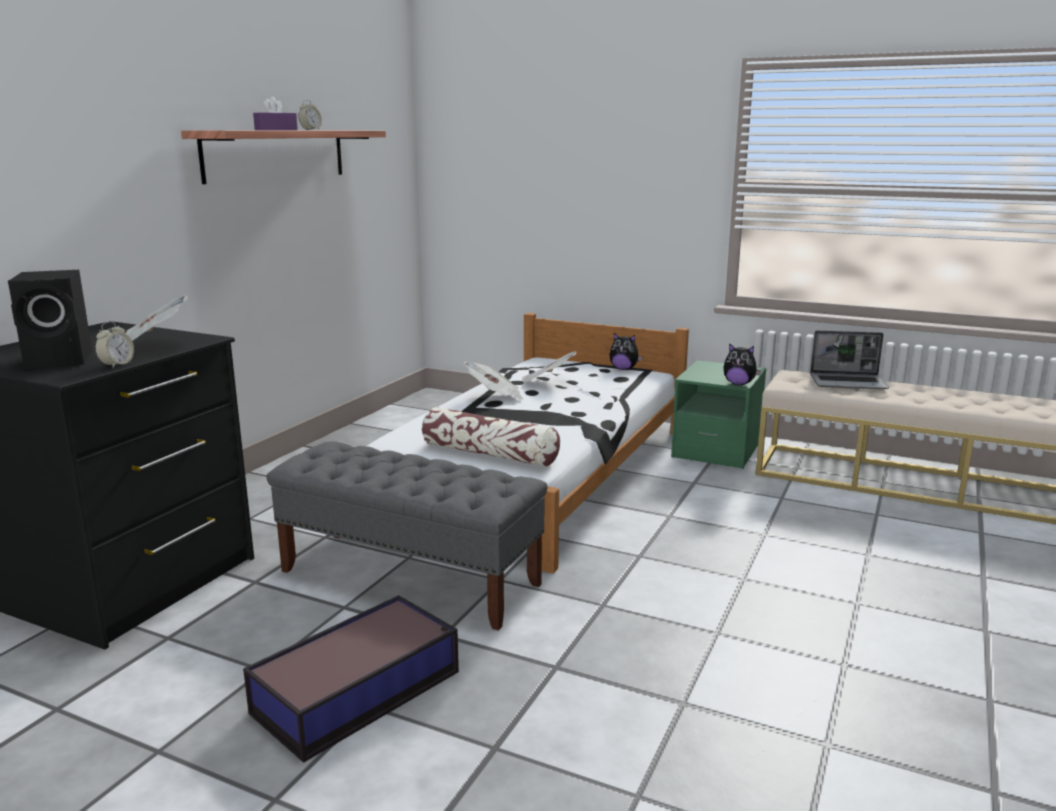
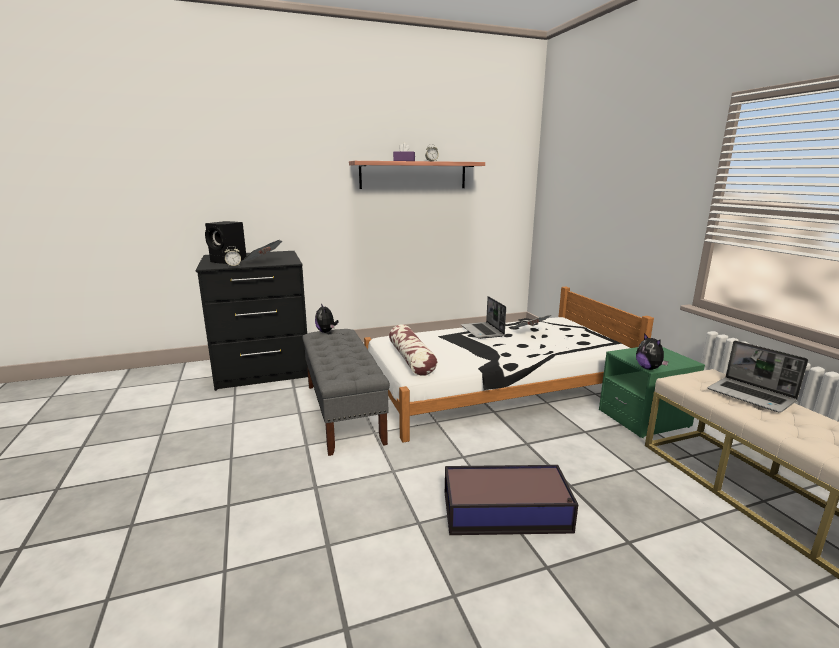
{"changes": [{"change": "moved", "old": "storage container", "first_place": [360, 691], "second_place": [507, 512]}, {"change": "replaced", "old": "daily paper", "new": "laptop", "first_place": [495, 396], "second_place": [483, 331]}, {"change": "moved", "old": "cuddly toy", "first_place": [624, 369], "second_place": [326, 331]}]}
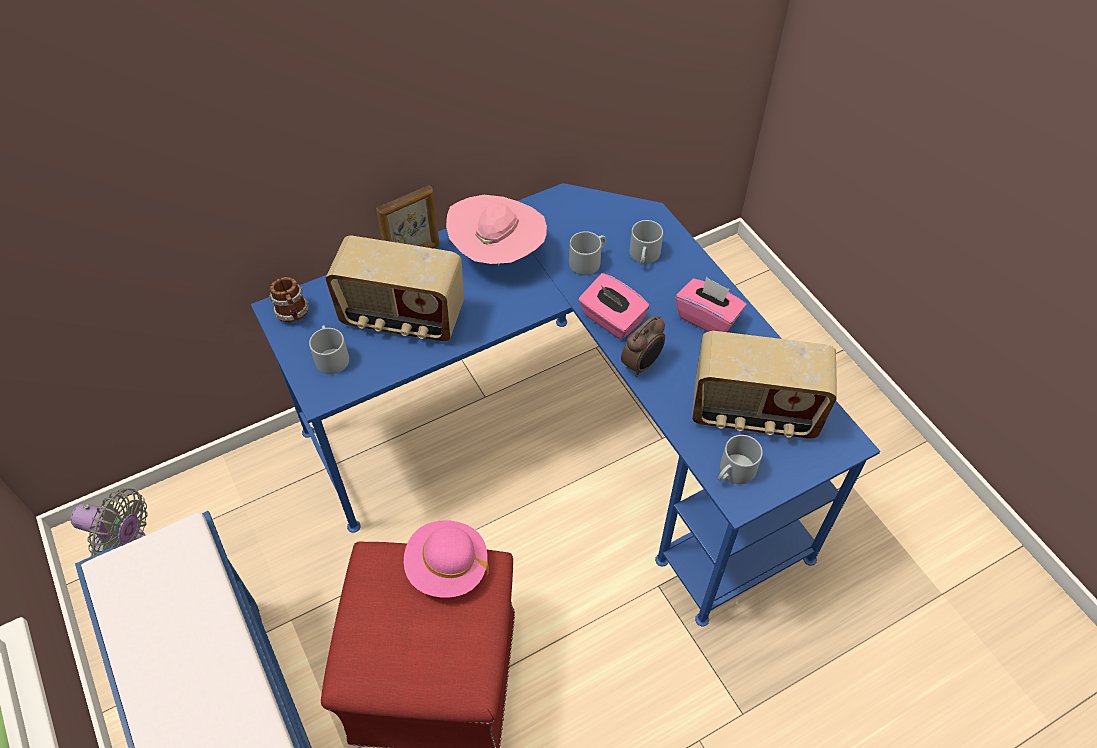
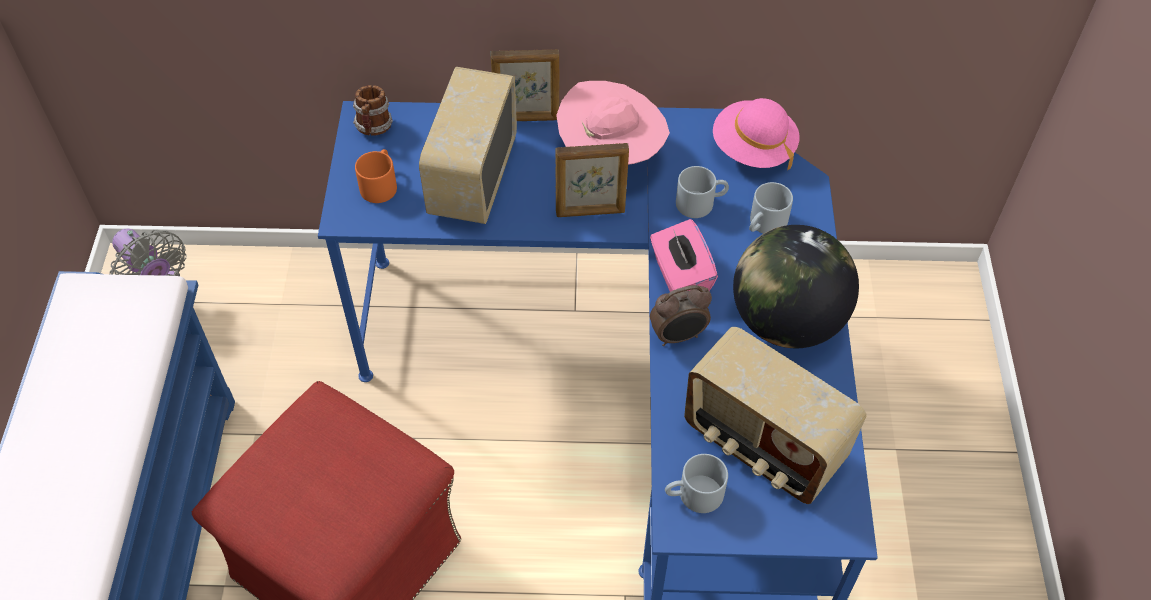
{"changes": [{"change": "recoloured", "old": "tea mug/grey", "new": "tea mug/orange-coloured", "first_place": [330, 356], "second_place": [379, 184]}, {"change": "turned", "old": "radio set", "first_place": [402, 318], "second_place": [471, 178], "degrees": 60}, {"change": "moved", "old": "hat/pinkish", "first_place": [447, 567], "second_place": [753, 149]}, {"change": "replaced", "old": "tissue box/pinkish", "new": "world globe", "first_place": [707, 318], "second_place": [786, 321]}, {"change": "added", "new": "photo frame", "second_place": [590, 212]}]}
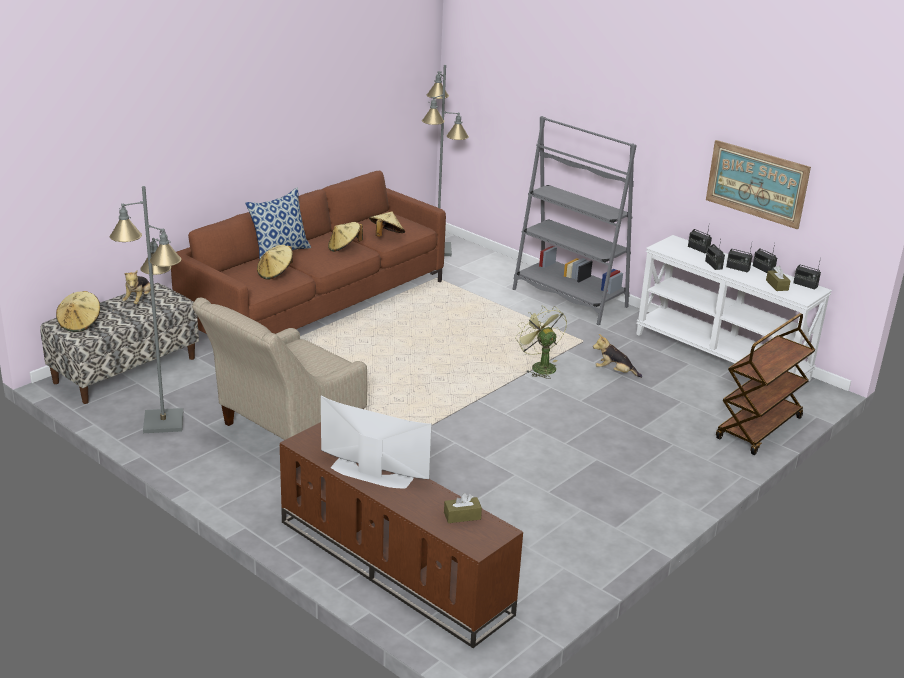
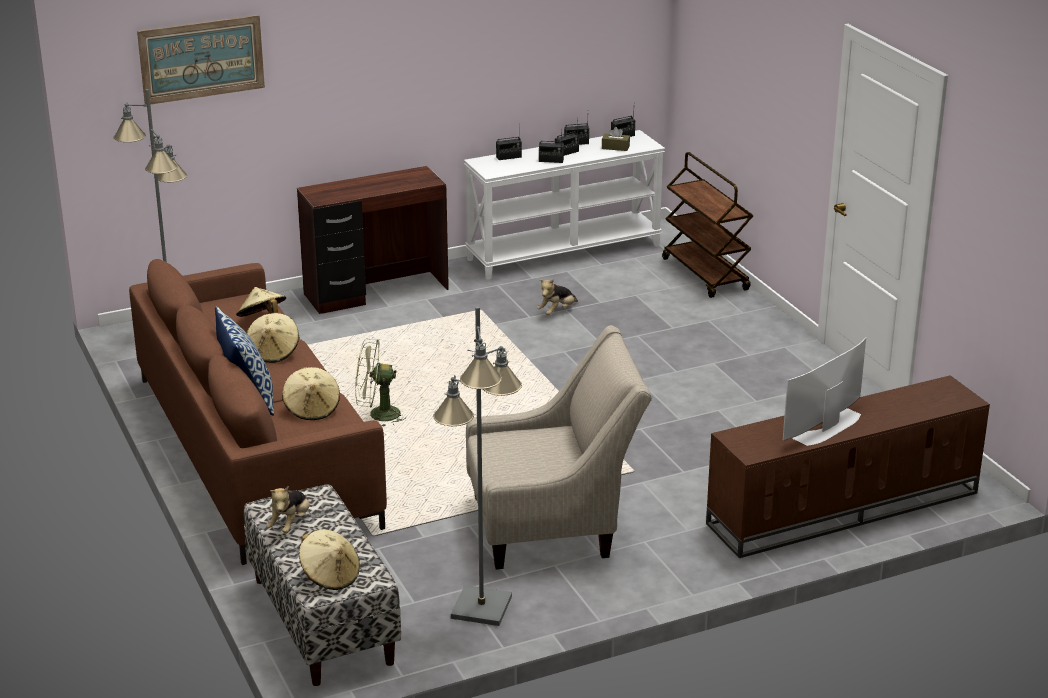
{"changes": [{"change": "turned", "old": "cuddly toy", "first_place": [139, 300], "second_place": [290, 523], "degrees": 75}, {"change": "turned", "old": "easy chair/sand-coloured", "first_place": [284, 430], "second_place": [554, 526], "degrees": -75}, {"change": "removed", "old": "tissue box/brown", "first_place": [462, 516]}, {"change": "replaced", "old": "shelving unit/grey", "new": "desk unit/brown", "first_place": [569, 298], "second_place": [377, 292]}, {"change": "moved", "old": "electric fan/green", "first_place": [539, 366], "second_place": [377, 415]}, {"change": "moved", "old": "wall picture", "first_place": [757, 183], "second_place": [201, 59]}]}
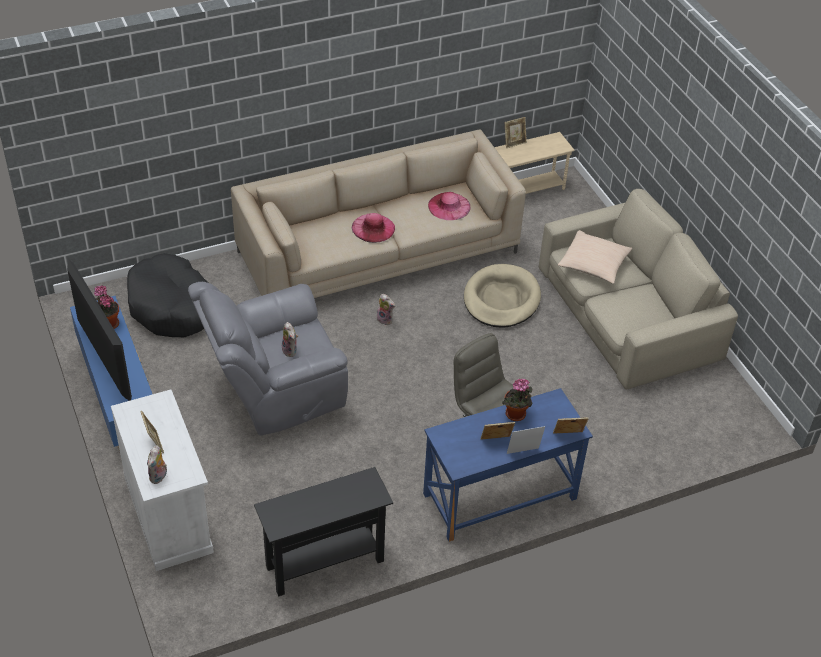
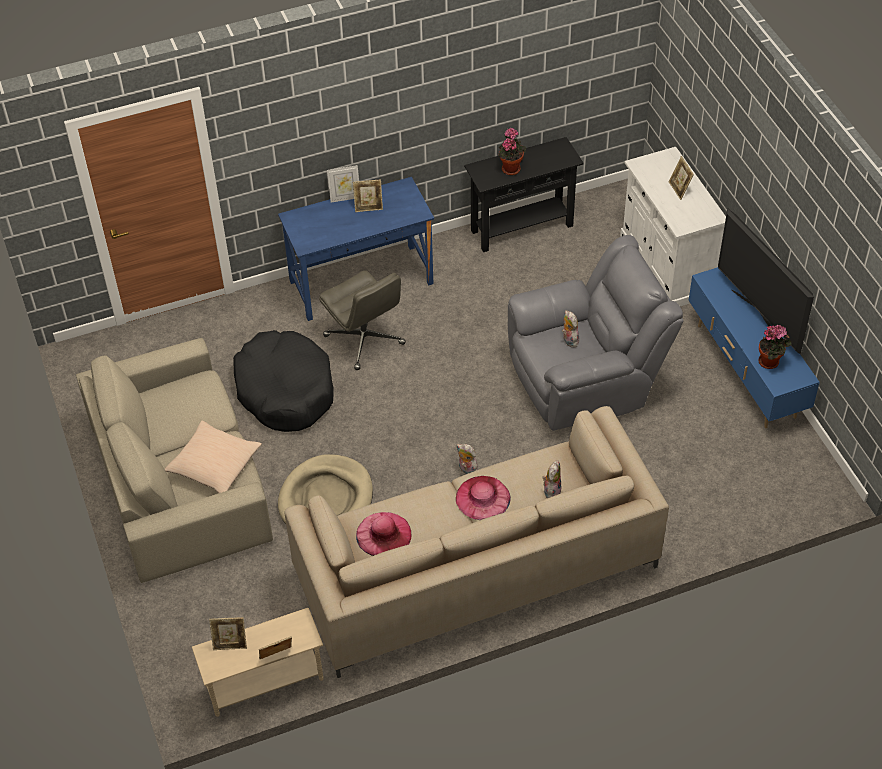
{"changes": [{"change": "moved", "old": "pet bed/black", "first_place": [172, 307], "second_place": [285, 390]}, {"change": "moved", "old": "cuddly toy", "first_place": [159, 477], "second_place": [551, 490]}, {"change": "moved", "old": "plant in a pot", "first_place": [516, 415], "second_place": [510, 168]}, {"change": "moved", "old": "photo frame", "first_place": [568, 436], "second_place": [230, 643]}]}
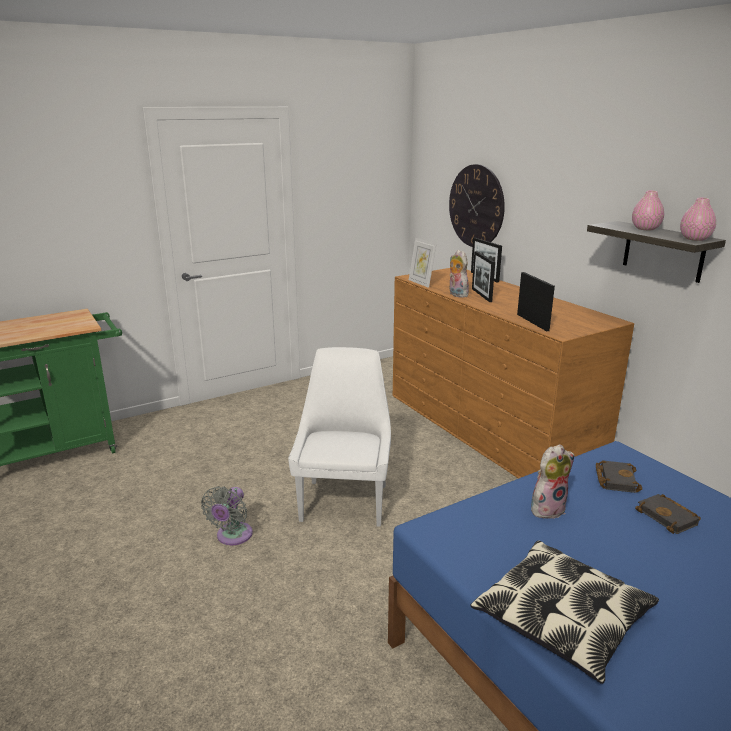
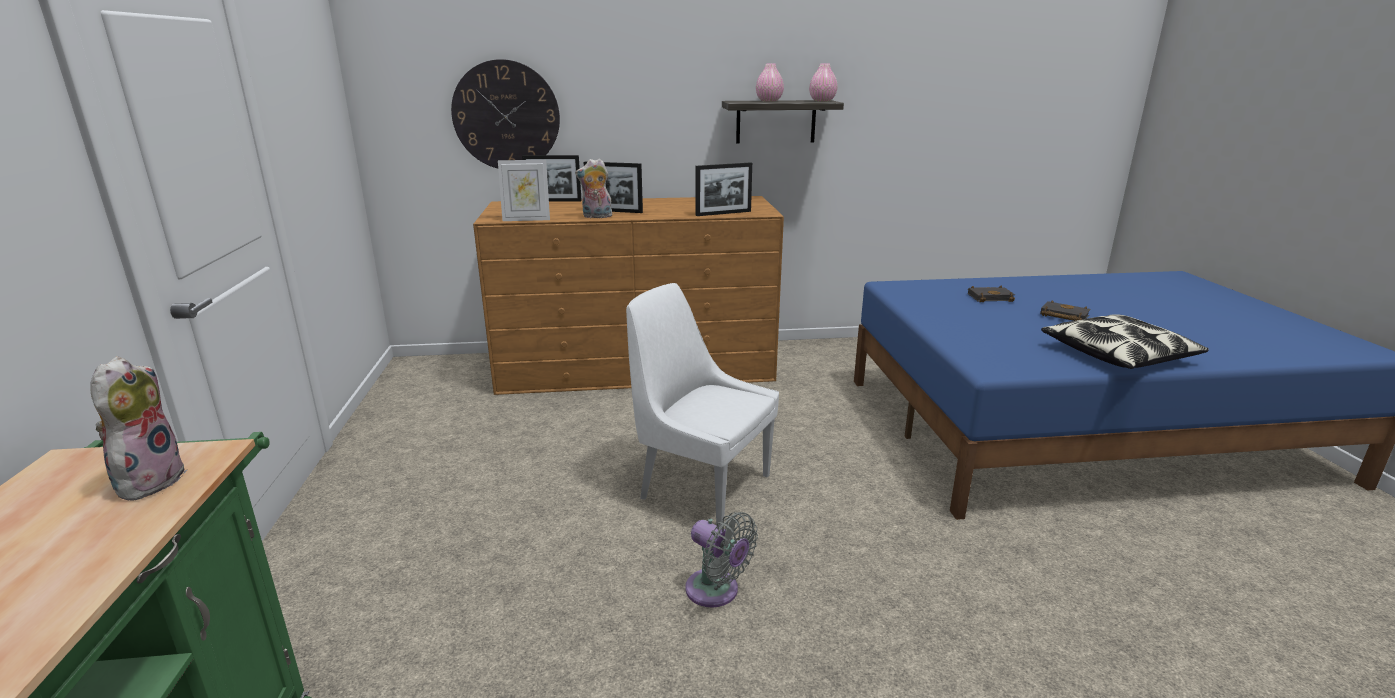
{"changes": [{"change": "turned", "old": "photo frame", "first_place": [532, 322], "second_place": [723, 213], "degrees": 150}, {"change": "moved", "old": "cuddly toy", "first_place": [547, 508], "second_place": [149, 480]}, {"change": "moved", "old": "volume/black", "first_place": [615, 479], "second_place": [1062, 316]}]}
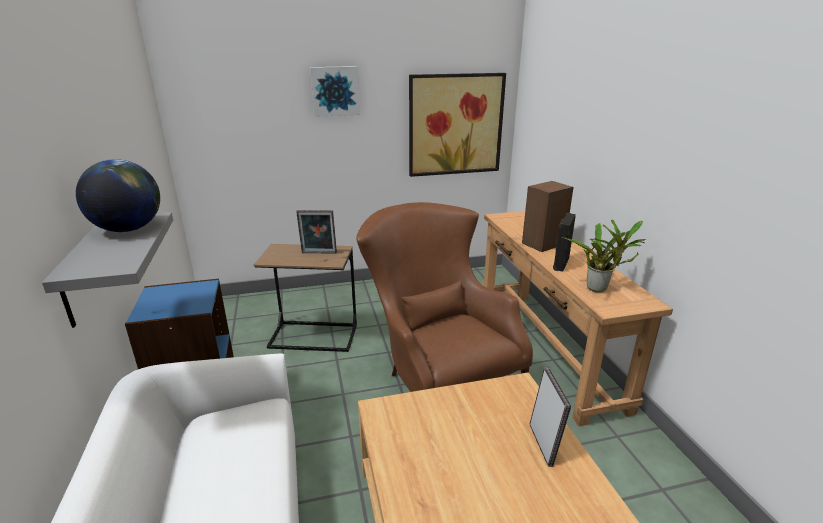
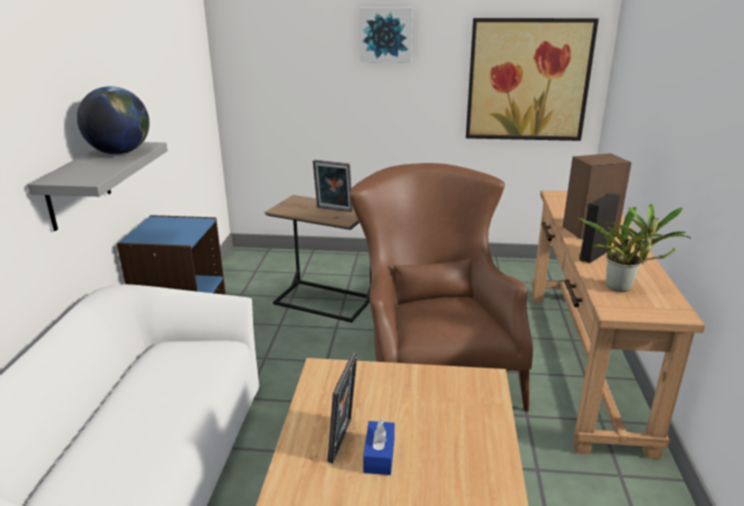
{"changes": [{"change": "moved", "old": "photo frame", "first_place": [544, 444], "second_place": [343, 441]}, {"change": "added", "new": "tissue box/blue", "second_place": [379, 455]}]}
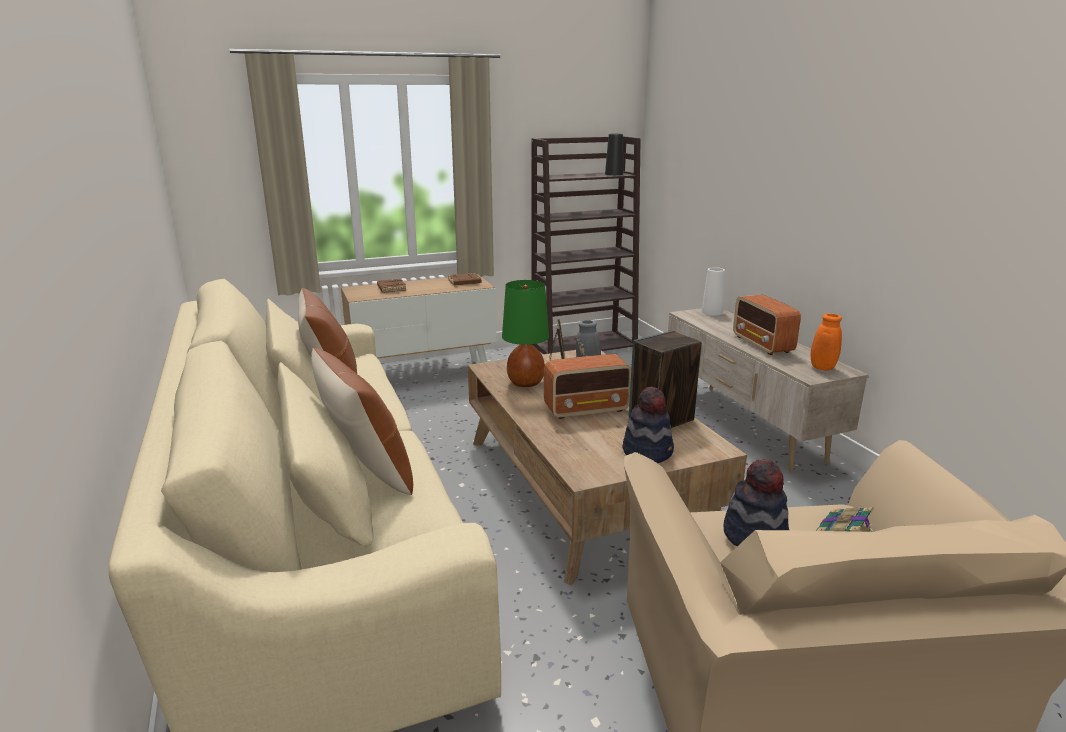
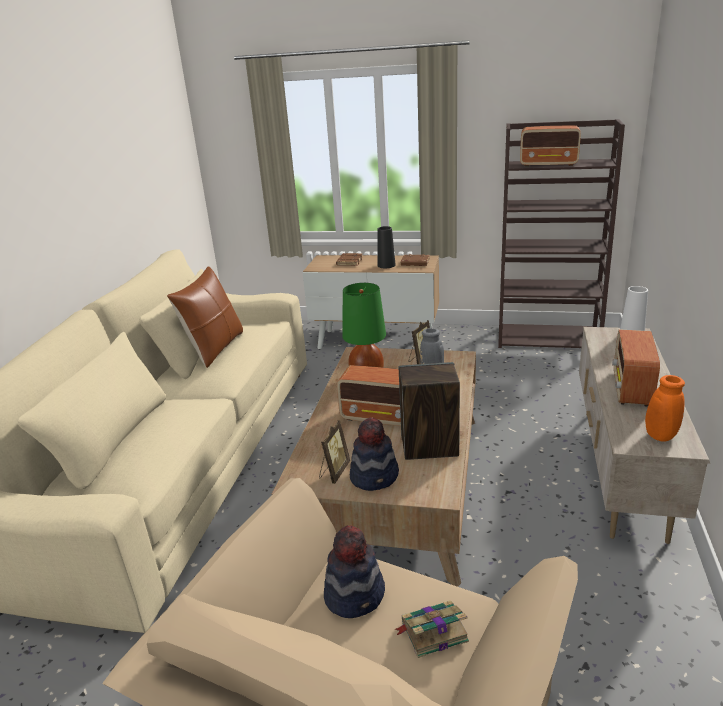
{"changes": [{"change": "removed", "old": "cushion/brown", "first_place": [368, 472]}, {"change": "moved", "old": "vase/black", "first_place": [614, 174], "second_place": [386, 265]}, {"change": "added", "new": "photo frame", "second_place": [334, 472]}, {"change": "added", "new": "radio set", "second_place": [549, 164]}]}
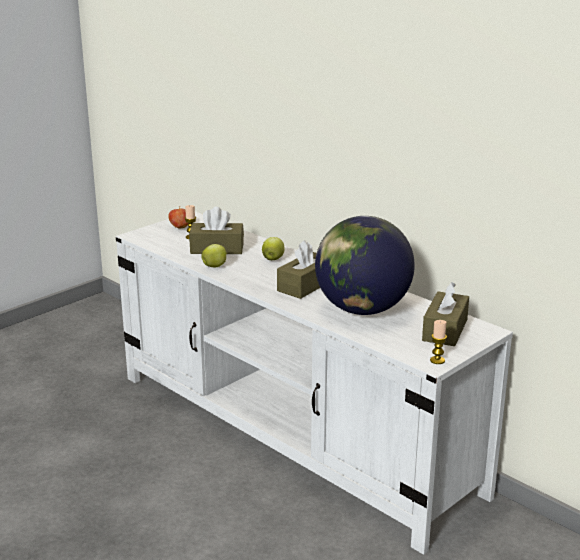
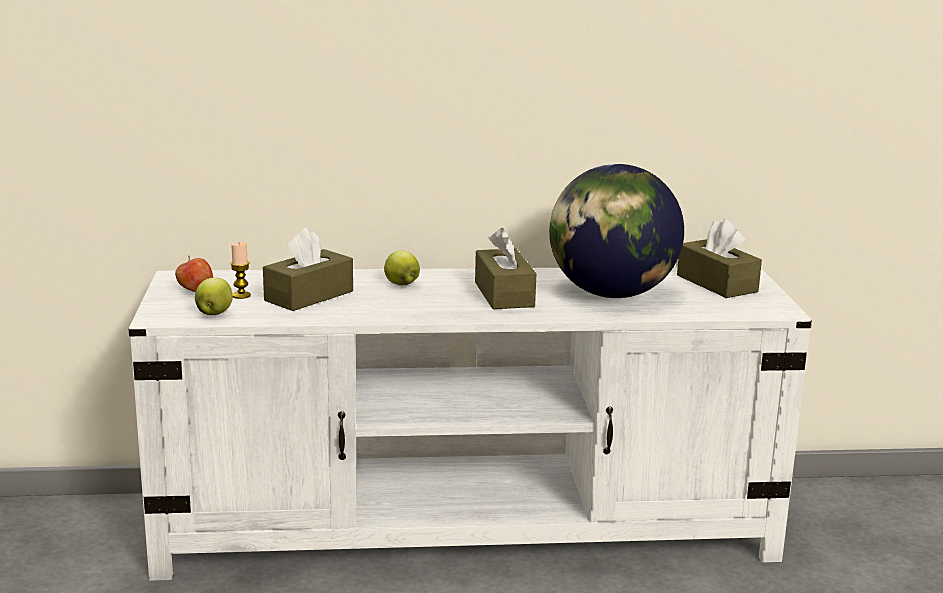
{"changes": [{"change": "moved", "old": "whole apple", "first_place": [215, 266], "second_place": [214, 314]}, {"change": "removed", "old": "wax candle", "first_place": [437, 360]}]}
